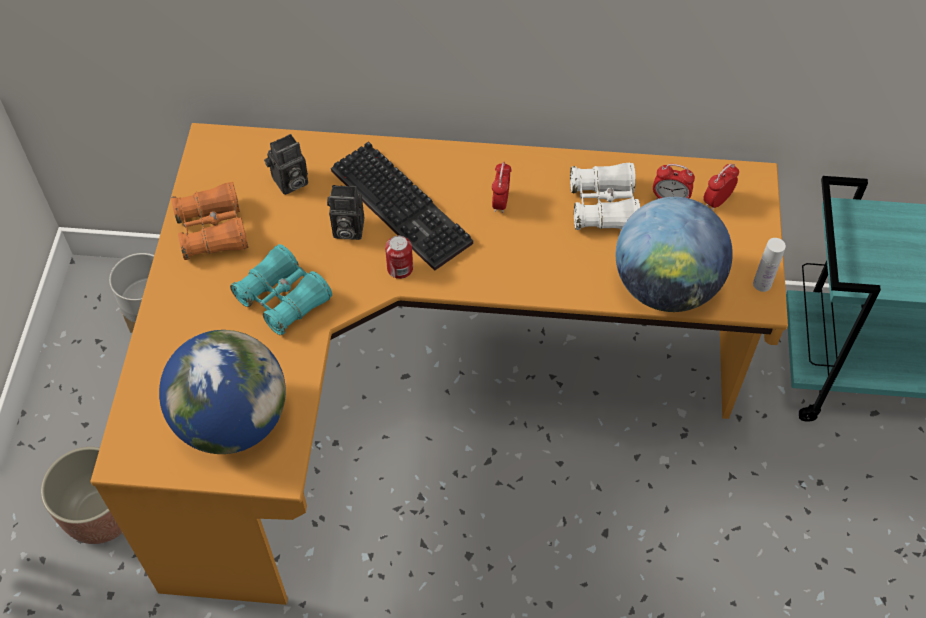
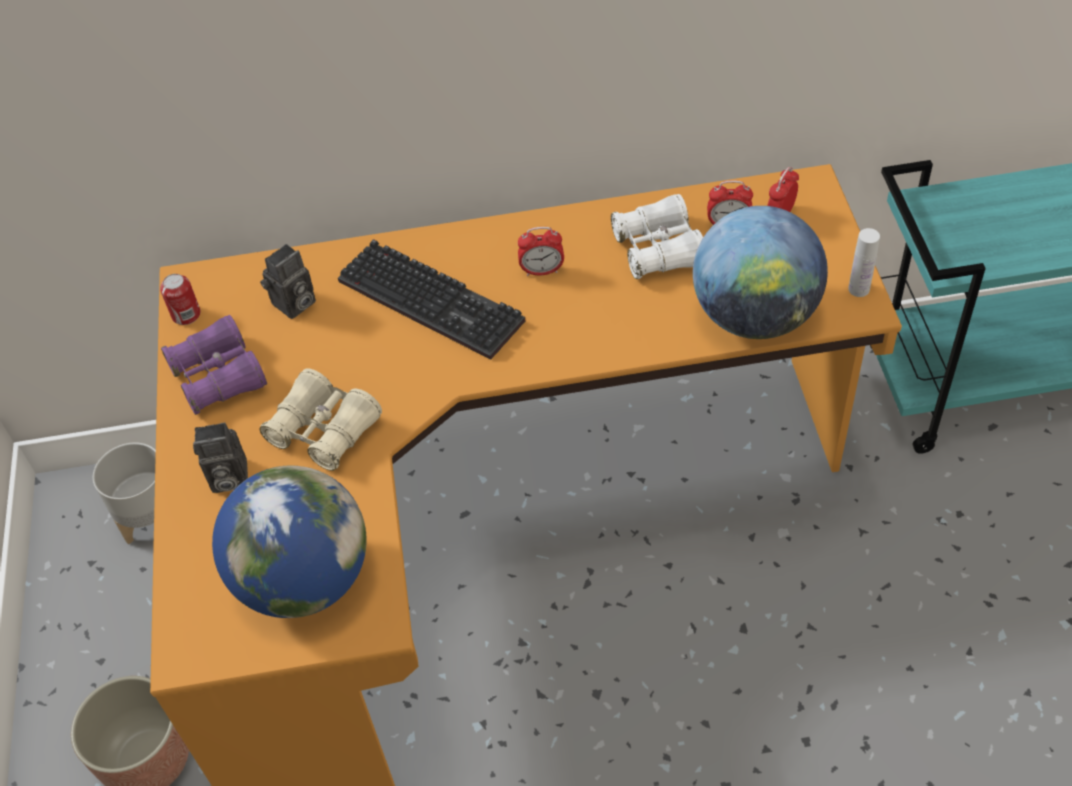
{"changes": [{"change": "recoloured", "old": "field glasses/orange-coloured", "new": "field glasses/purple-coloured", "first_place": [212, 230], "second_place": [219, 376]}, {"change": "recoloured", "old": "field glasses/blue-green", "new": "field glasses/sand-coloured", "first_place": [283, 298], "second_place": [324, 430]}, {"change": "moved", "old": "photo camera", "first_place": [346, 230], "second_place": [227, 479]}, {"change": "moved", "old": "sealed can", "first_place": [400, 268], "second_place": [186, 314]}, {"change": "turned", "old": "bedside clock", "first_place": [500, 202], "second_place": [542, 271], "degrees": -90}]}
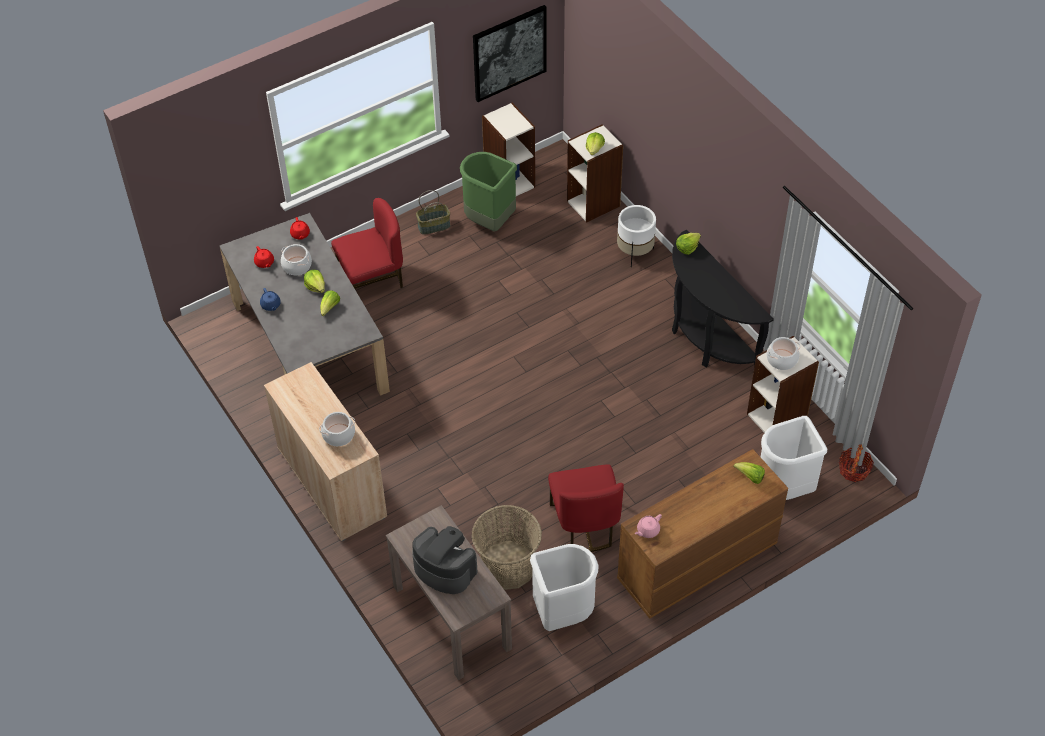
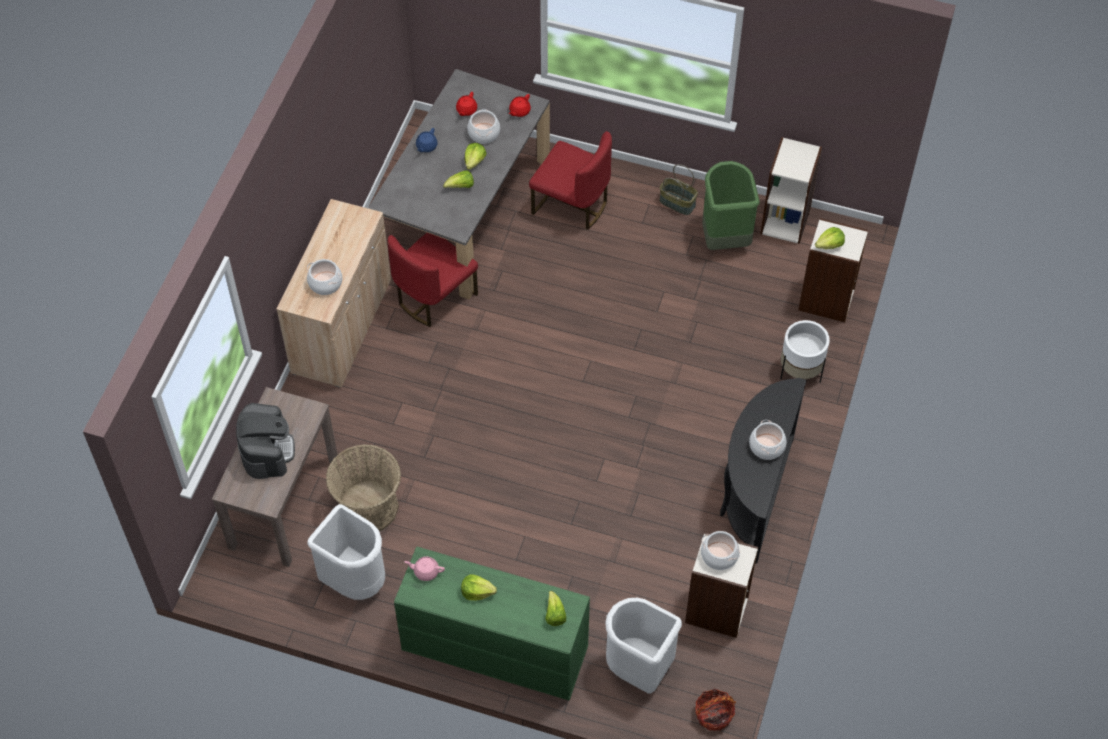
{"changes": [{"change": "removed", "old": "wall picture", "first_place": [509, 52]}, {"change": "moved", "old": "plain chair/reddish", "first_place": [584, 524], "second_place": [434, 297]}, {"change": "recoloured", "old": "chest of drawers/brown", "new": "chest of drawers/green", "first_place": [696, 563], "second_place": [493, 649]}, {"change": "moved", "old": "head of lettuce", "first_place": [687, 247], "second_place": [477, 592]}, {"change": "added", "new": "saucepot", "second_place": [766, 446]}]}
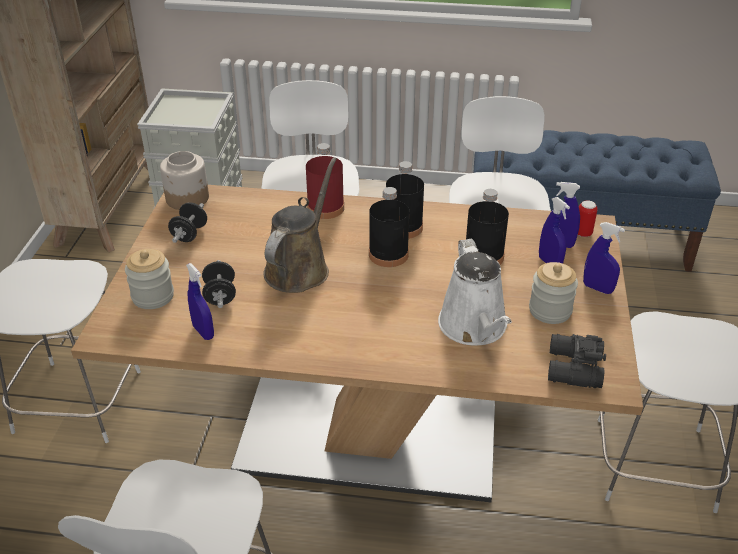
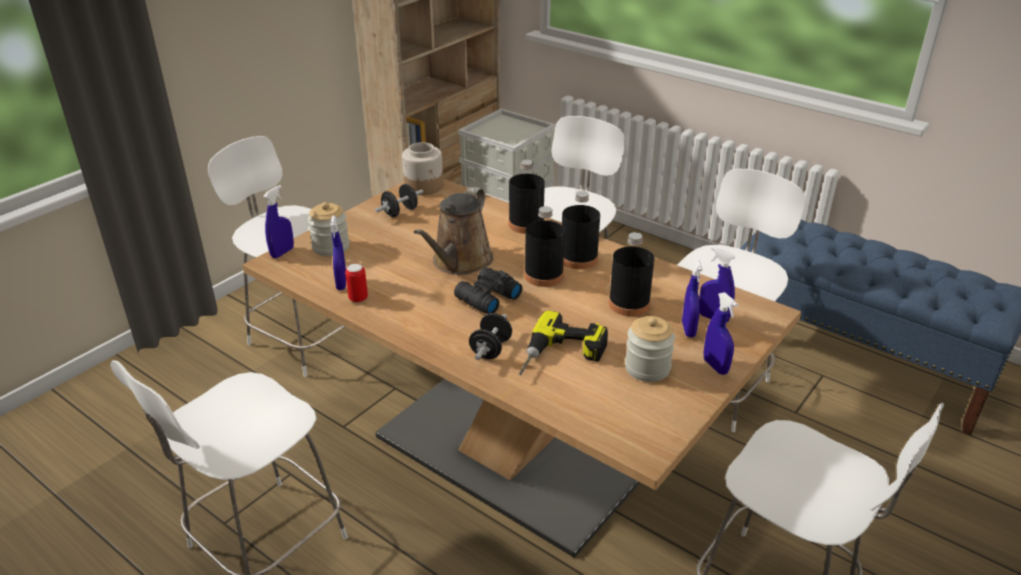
{"changes": [{"change": "moved", "old": "hand weight/black", "first_place": [220, 295], "second_place": [491, 349]}, {"change": "turned", "old": "watering can/brown", "first_place": [299, 268], "second_place": [459, 262], "degrees": 150}, {"change": "recoloured", "old": "beverage bottle/reddish", "new": "beverage bottle/black", "first_place": [325, 208], "second_place": [526, 224]}, {"change": "replaced", "old": "watering can/white-coloured", "new": "electric drill", "first_place": [475, 327], "second_place": [562, 357]}, {"change": "moved", "old": "field glasses/black", "first_place": [572, 369], "second_place": [486, 298]}, {"change": "moved", "old": "sealed can", "first_place": [583, 233], "second_place": [358, 299]}, {"change": "added", "new": "hand sprayer/blue", "second_place": [282, 252]}]}
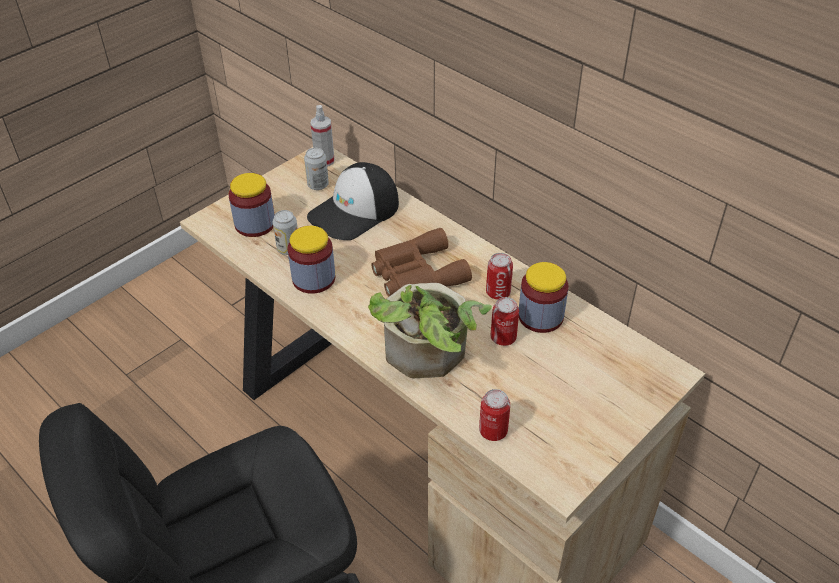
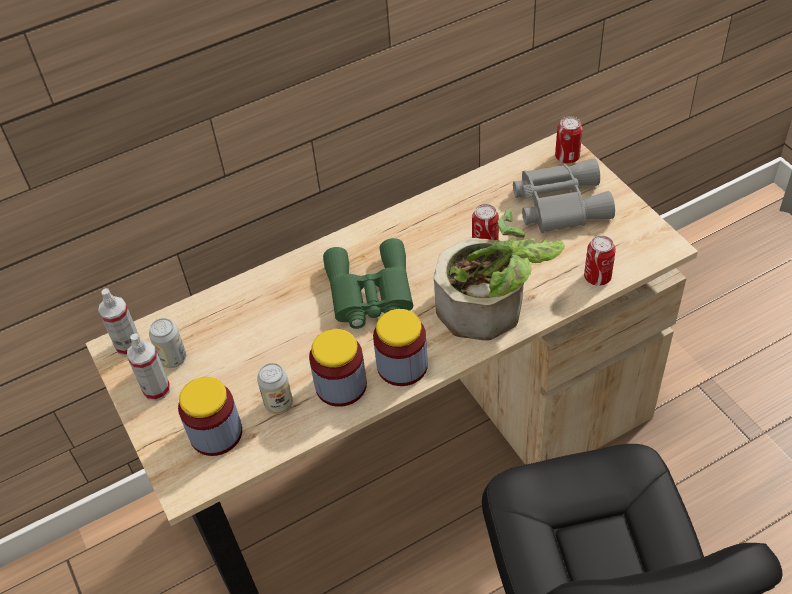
{"changes": [{"change": "removed", "old": "cap", "first_place": [355, 211]}, {"change": "recoloured", "old": "field glasses/brown", "new": "field glasses/green", "first_place": [416, 274], "second_place": [370, 294]}, {"change": "moved", "old": "sealed can", "first_place": [498, 292], "second_place": [567, 157]}, {"change": "moved", "old": "preserve jar", "first_place": [540, 316], "second_place": [402, 366]}, {"change": "added", "new": "hand sprayer", "second_place": [156, 389]}, {"change": "added", "new": "field glasses/grey", "second_place": [559, 203]}]}
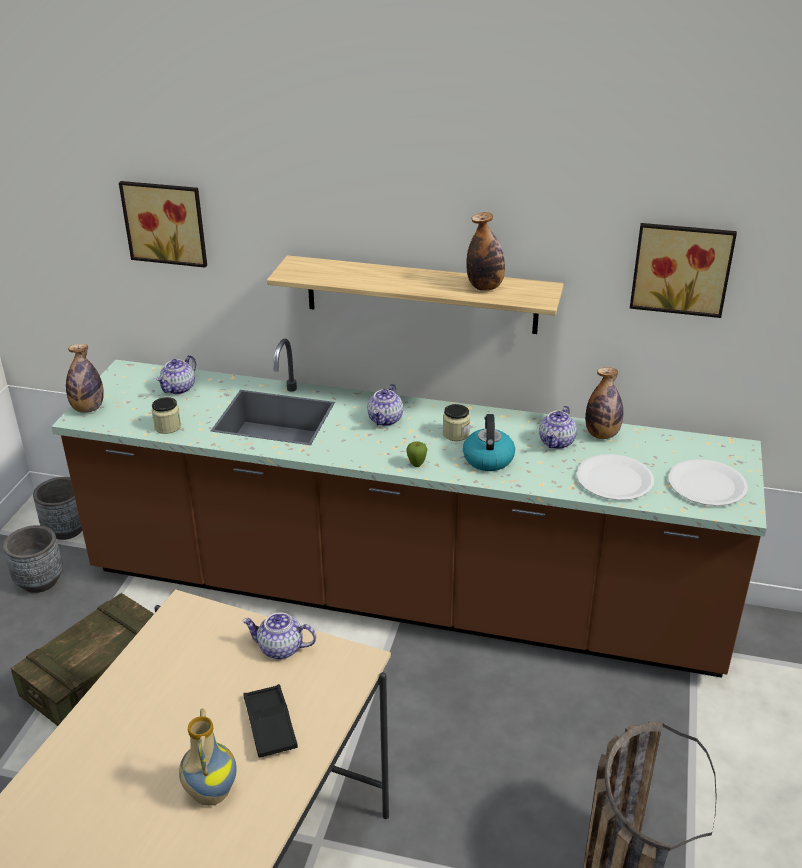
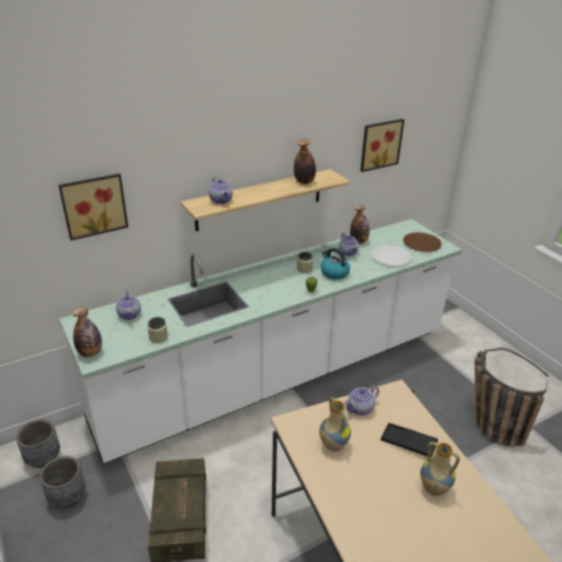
{"changes": [{"change": "recoloured", "old": "counter/brown", "new": "counter/white-coloured", "first_place": [402, 596], "second_place": [278, 376]}, {"change": "moved", "old": "teapot", "first_place": [385, 420], "second_place": [221, 200]}, {"change": "recoloured", "old": "plate/white-coloured", "new": "plate/brown", "first_place": [706, 485], "second_place": [421, 243]}, {"change": "added", "new": "vase", "second_place": [332, 445]}]}
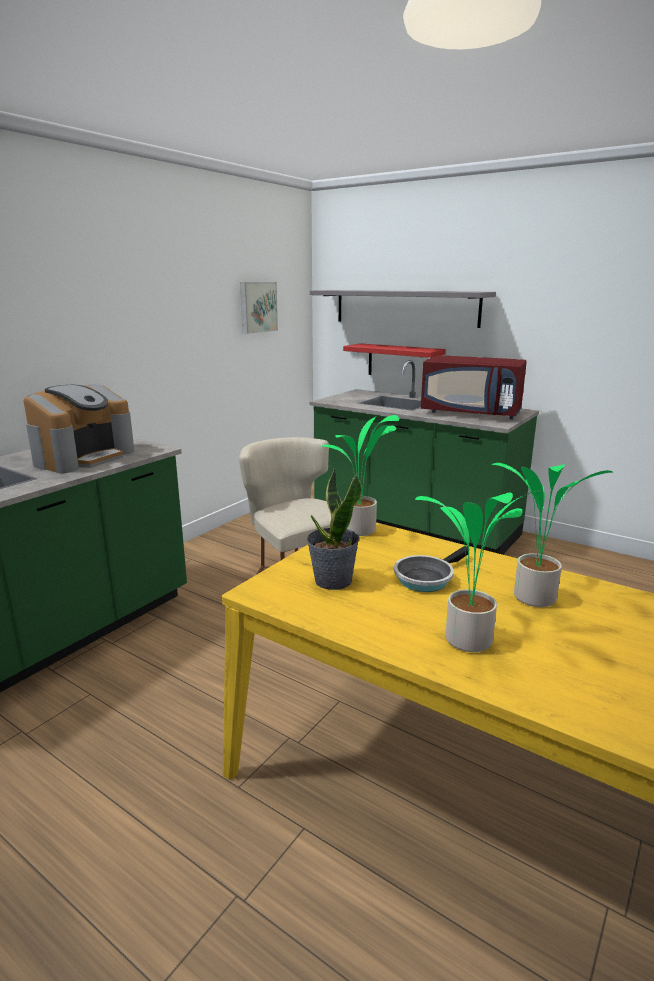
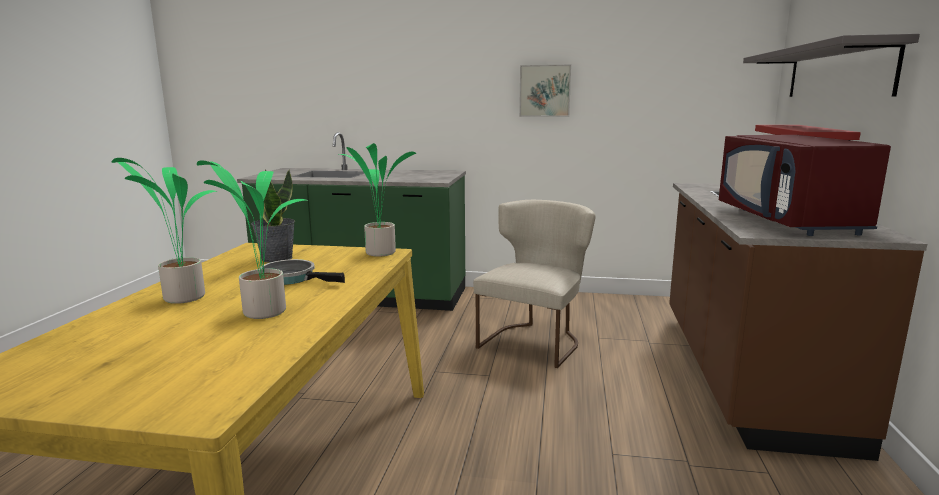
{"changes": [{"change": "removed", "old": "coffee machine", "first_place": [84, 457]}, {"change": "moved", "old": "wall picture", "first_place": [257, 307], "second_place": [545, 91]}, {"change": "recoloured", "old": "counter/green", "new": "counter/brown", "first_place": [413, 525], "second_place": [744, 373]}]}
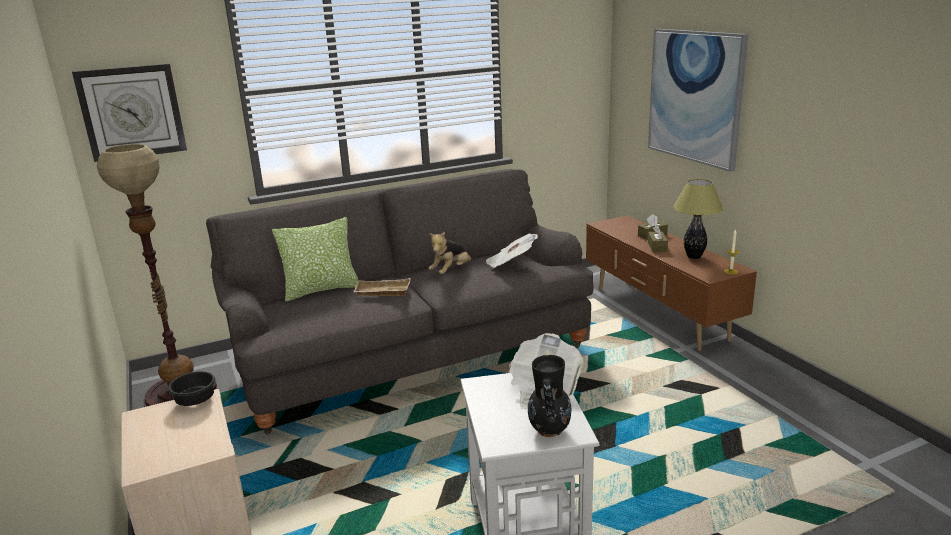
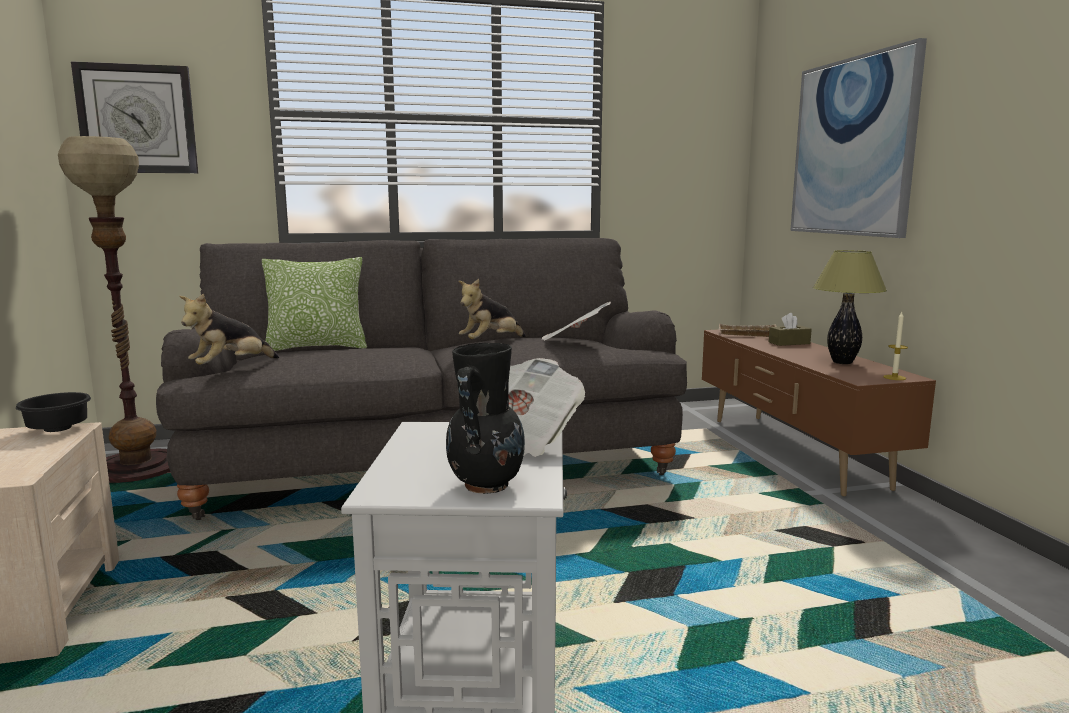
{"changes": [{"change": "moved", "old": "carrying tray/sand-coloured", "first_place": [381, 292], "second_place": [746, 334]}, {"change": "removed", "old": "tissue box/brown", "first_place": [657, 247]}, {"change": "added", "new": "cuddly toy", "second_place": [230, 367]}]}
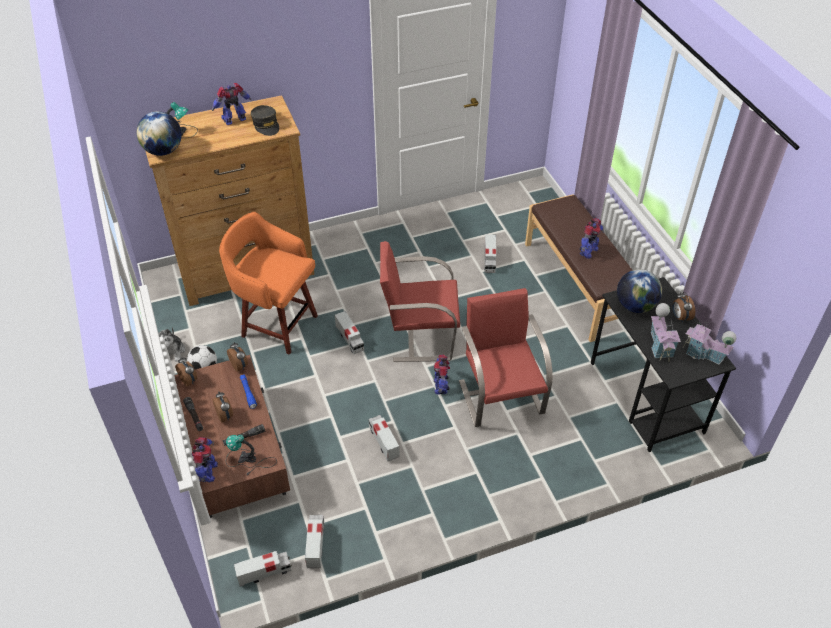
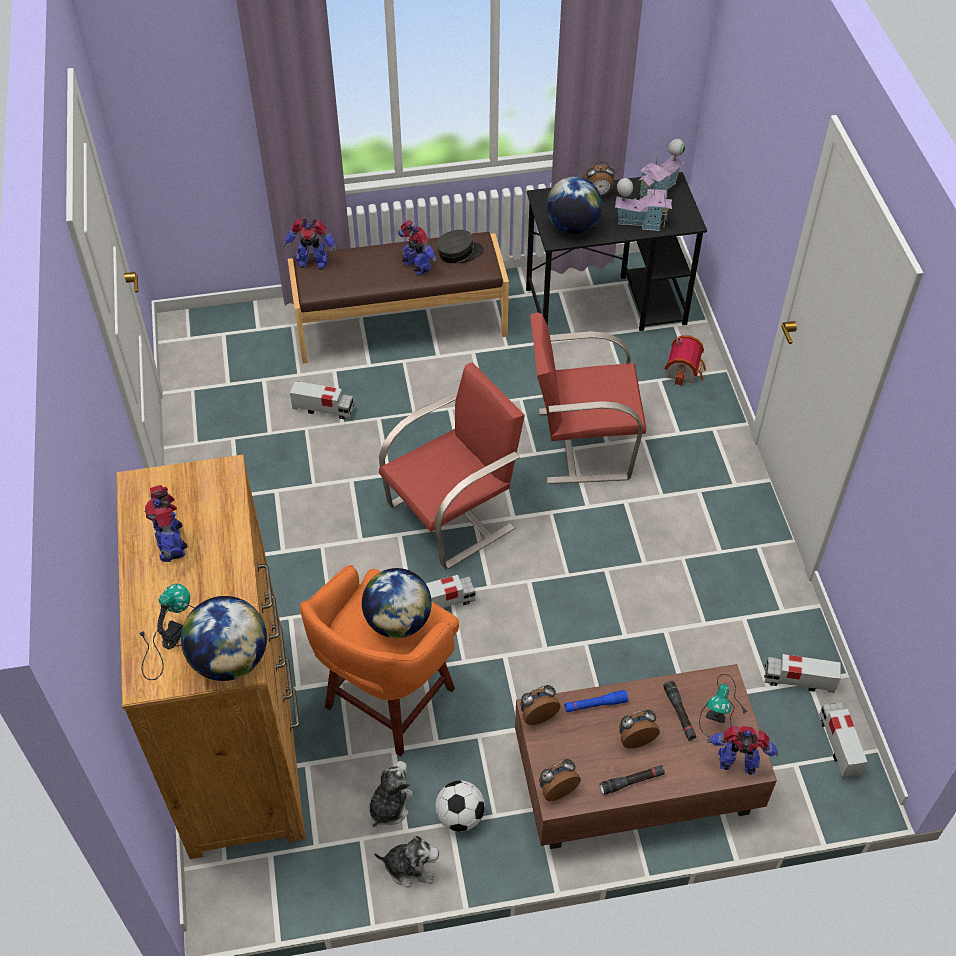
{"changes": [{"change": "moved", "old": "cap/grey", "first_place": [266, 125], "second_place": [459, 253]}, {"change": "removed", "old": "toy truck", "first_place": [383, 442]}, {"change": "turned", "old": "plain chair/reddish", "first_place": [419, 335], "second_place": [453, 515], "degrees": -135}, {"change": "moved", "old": "robot figure", "first_place": [441, 386], "second_place": [312, 262]}, {"change": "added", "new": "world globe", "second_place": [398, 621]}, {"change": "added", "new": "cuddly toy", "second_place": [389, 805]}, {"change": "added", "new": "toy house", "second_place": [685, 370]}]}
